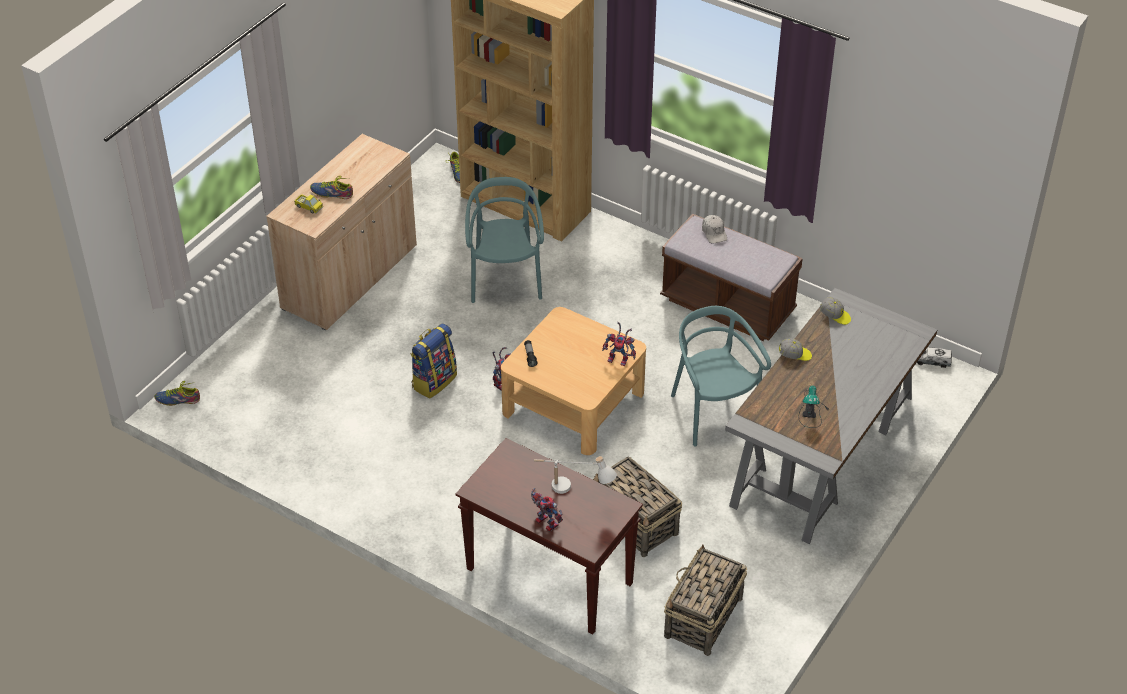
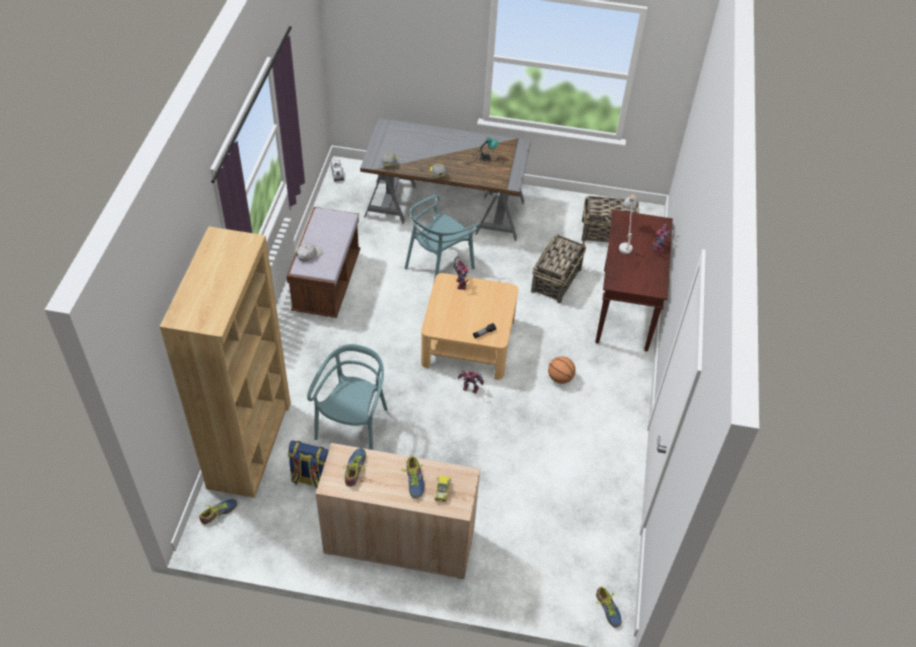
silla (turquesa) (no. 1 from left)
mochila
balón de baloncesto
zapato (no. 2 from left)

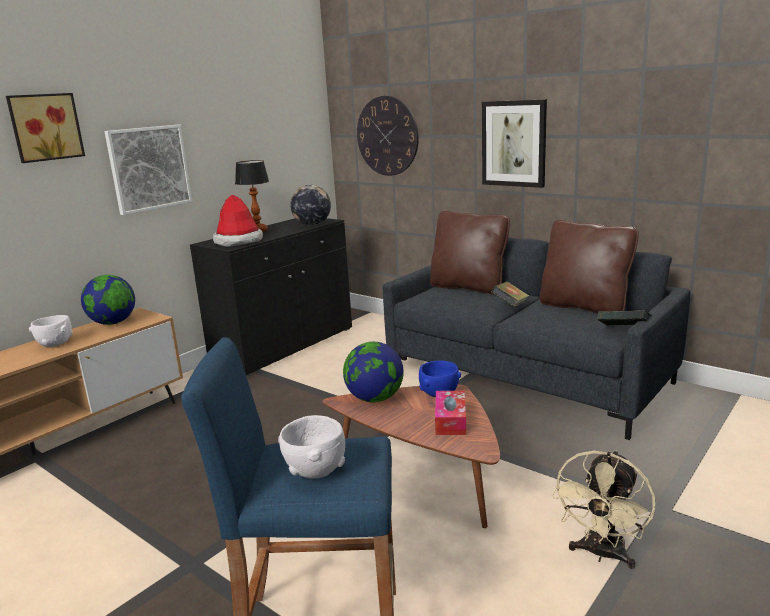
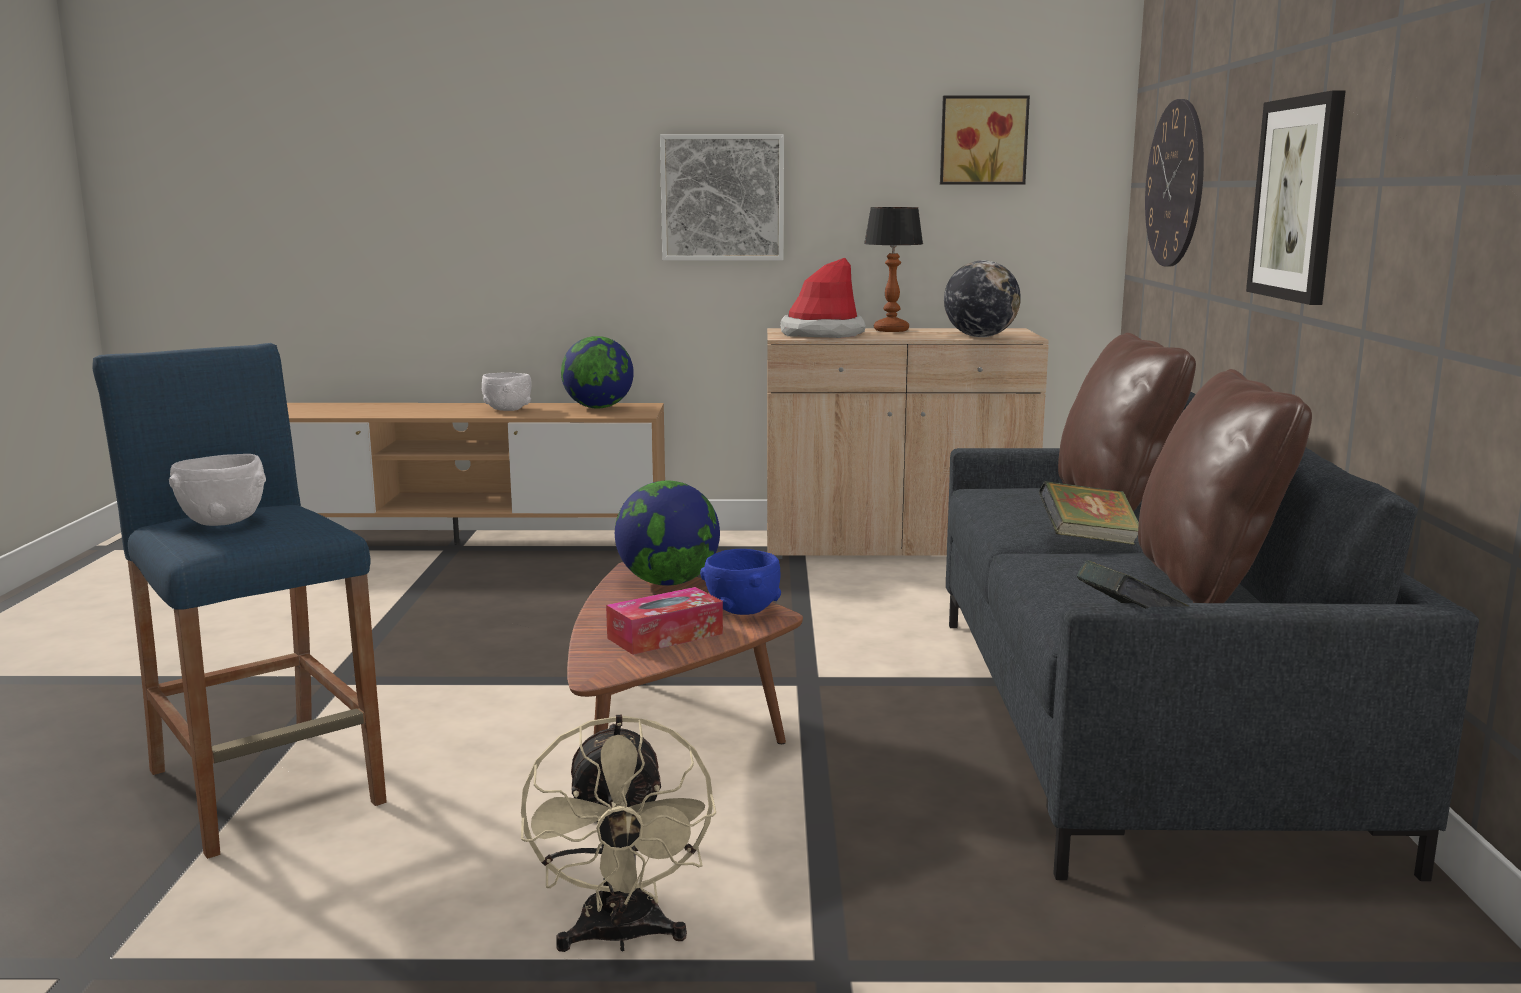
cuadro (no. 2 from left)
armario (beis)
ventilador (beis)

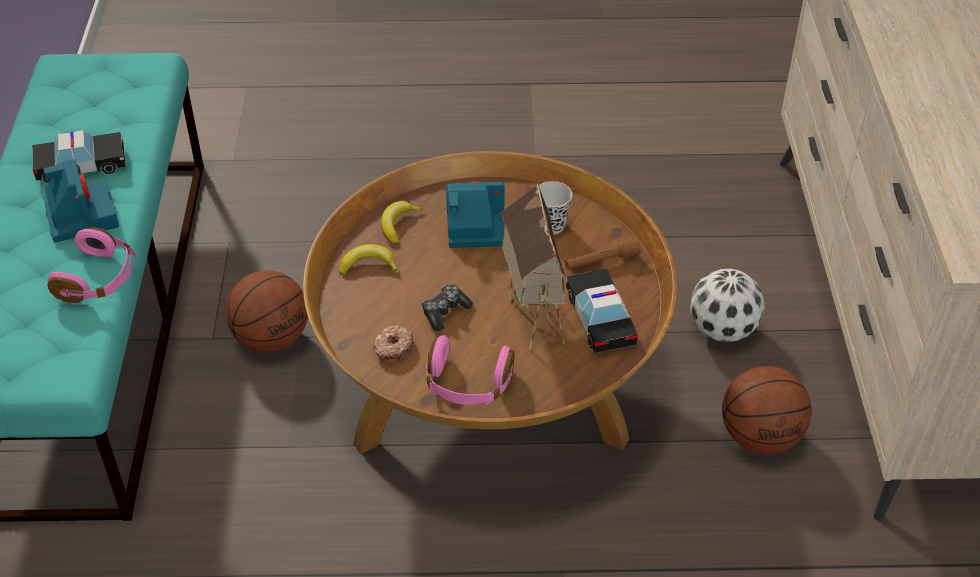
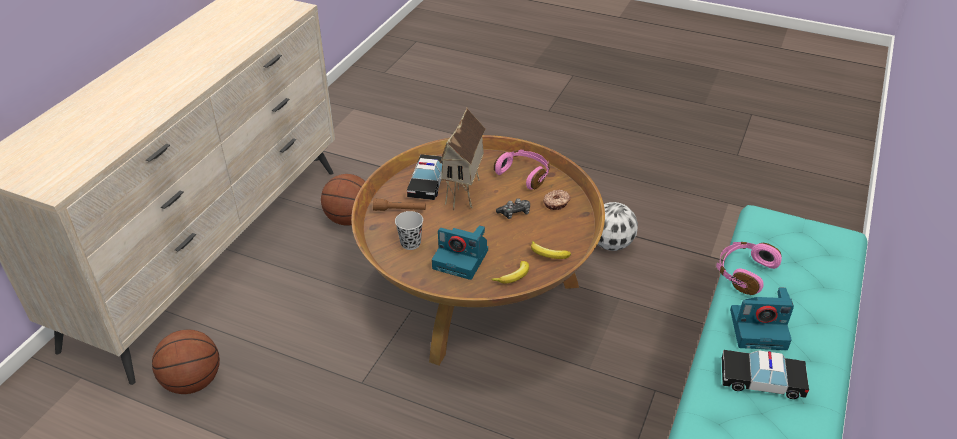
cámara (no. 2 from left)
balón de fútbol
balón de baloncesto (no. 1 from left)

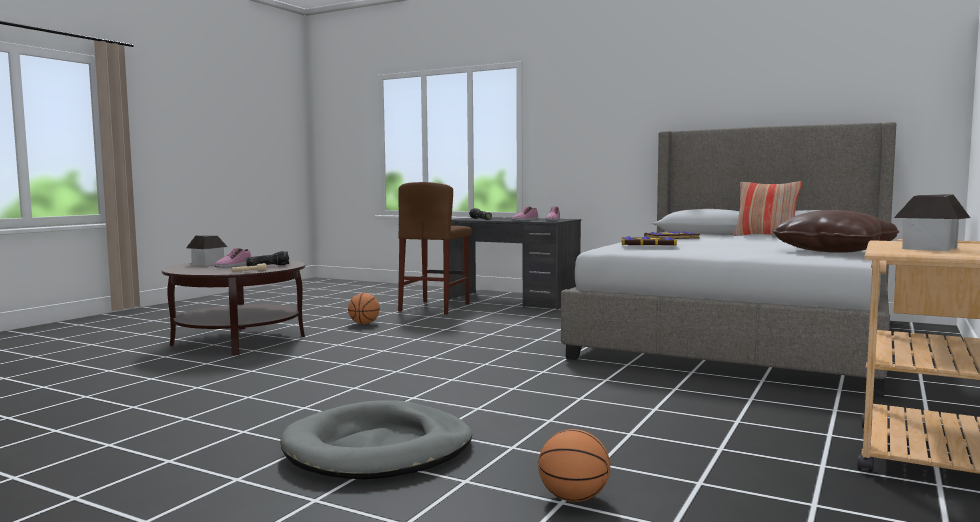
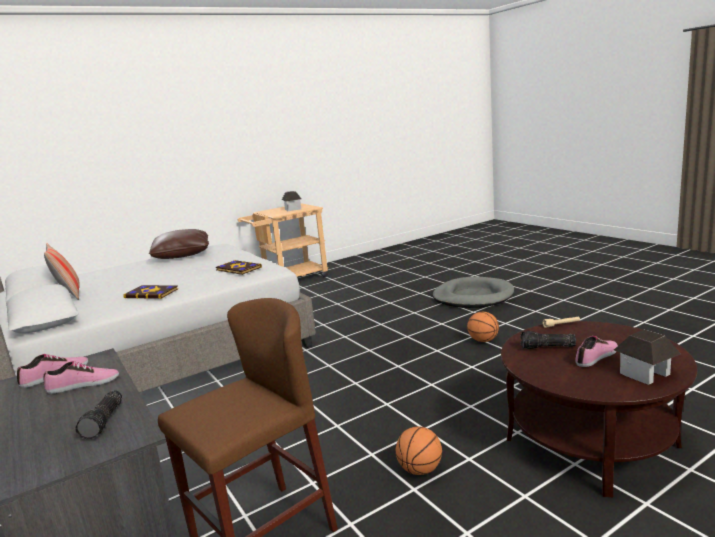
balón de baloncesto (no. 2 from left)

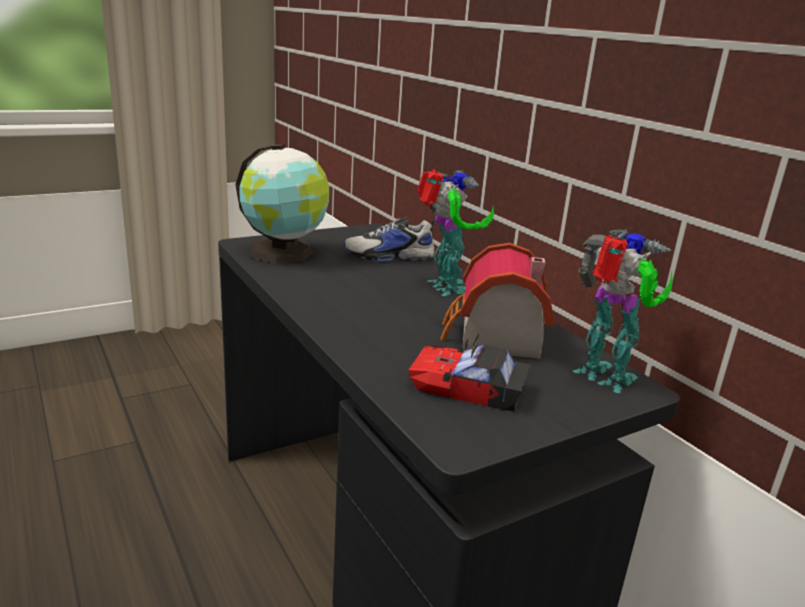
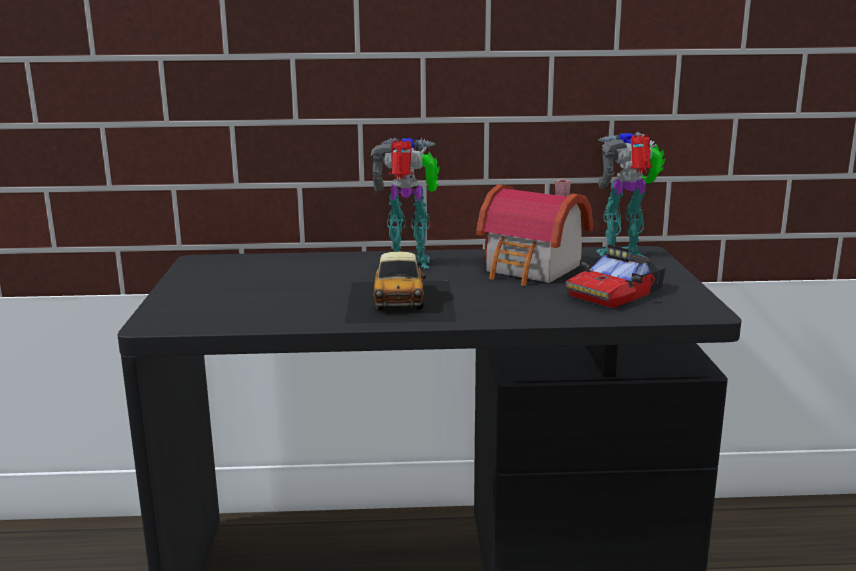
globo terráqueo
zapato
coche de juguete (no. 1 from left)

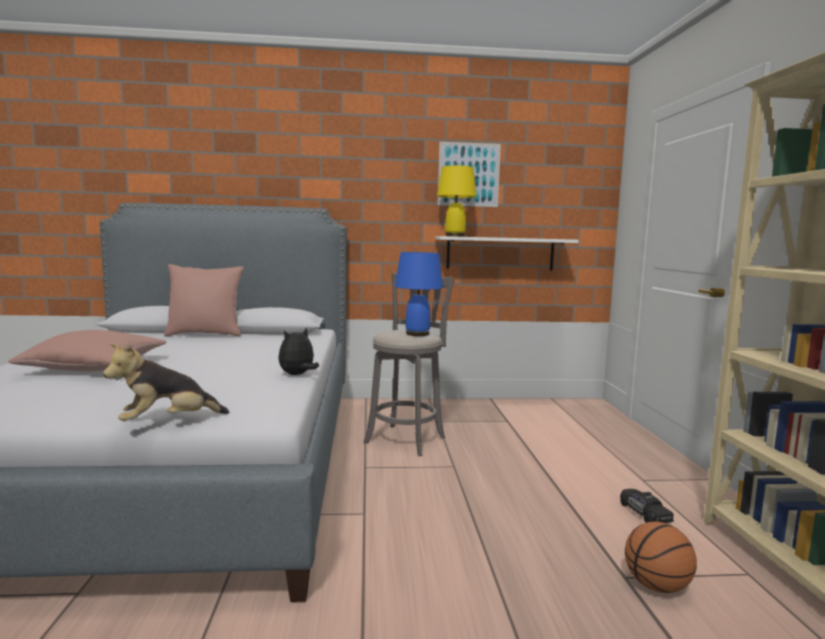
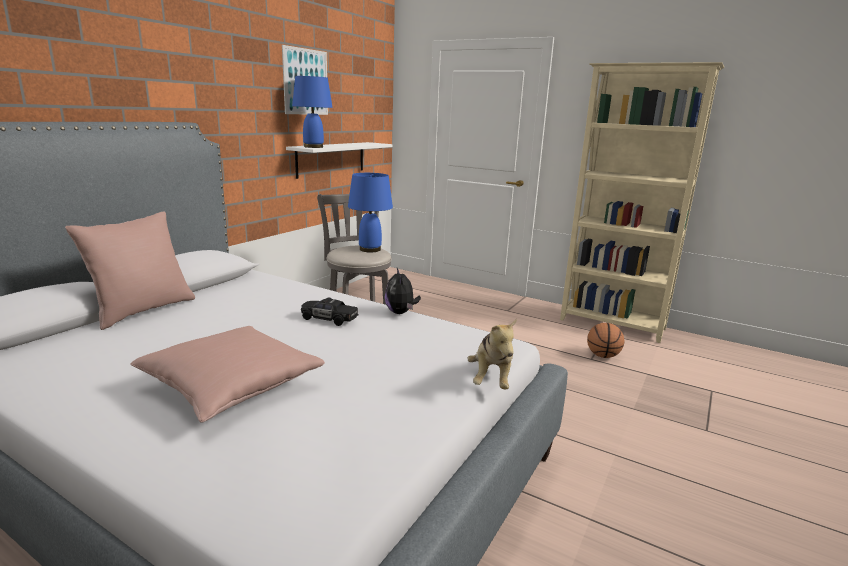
lámpara de mesa (azul) (no. 1 from left)
coche de juguete (negro)

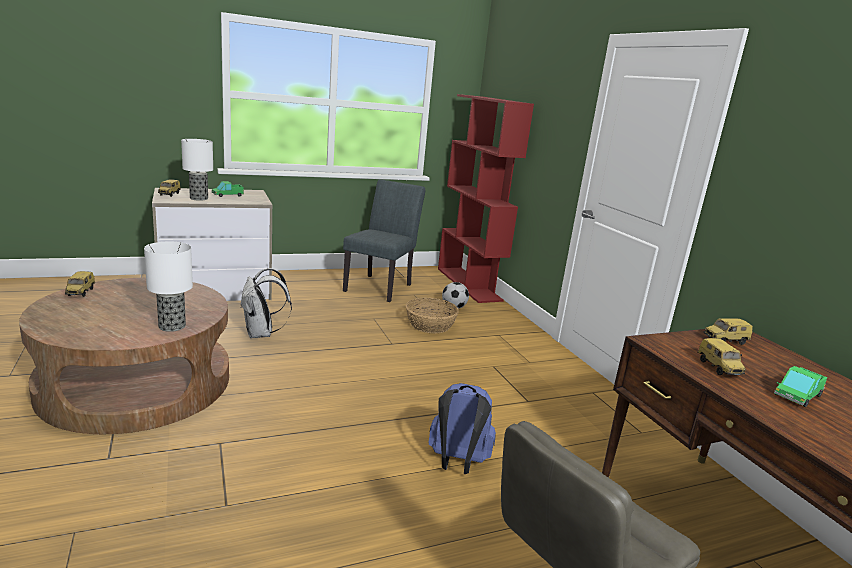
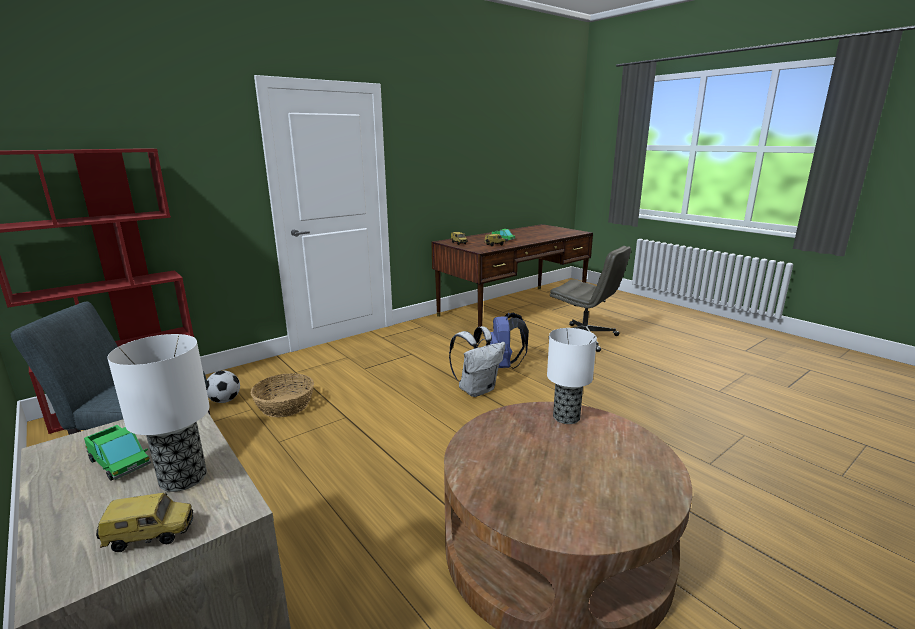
mochila (blanco)
coche de juguete (no. 1 from left in the first image)

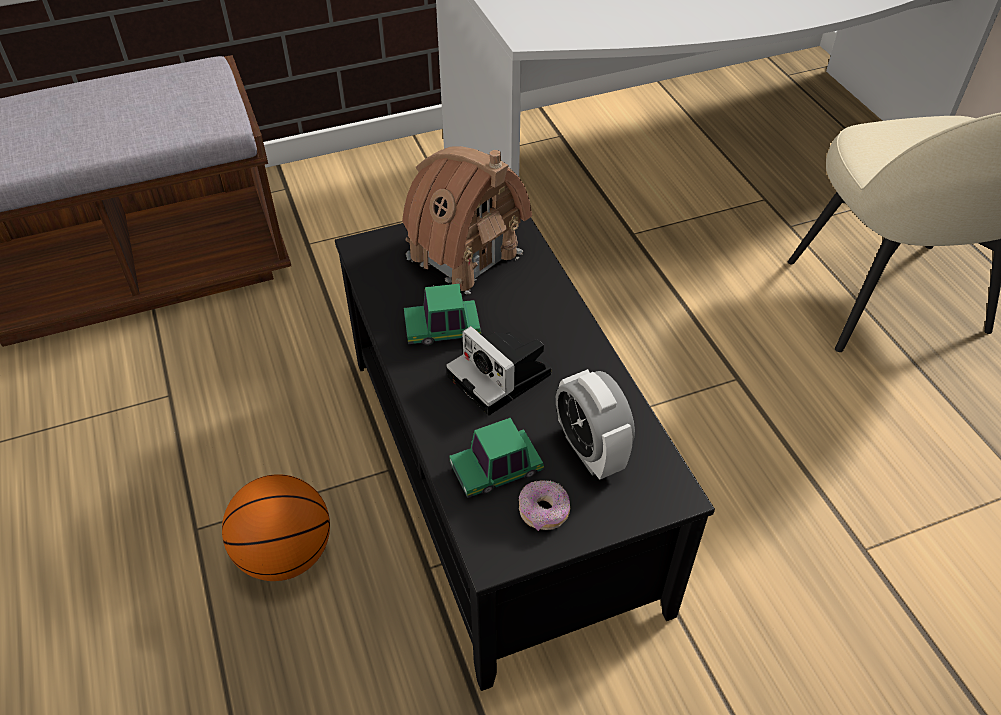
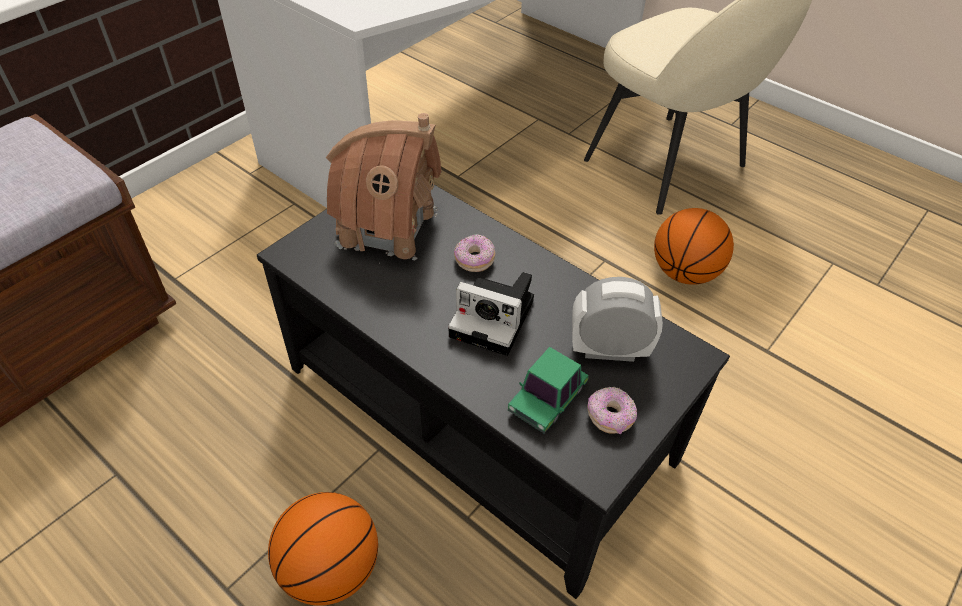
coche de juguete (no. 1 from left in the first image)
despertador
balón de baloncesto (no. 2 from left)
rosquilla (no. 1 from left)

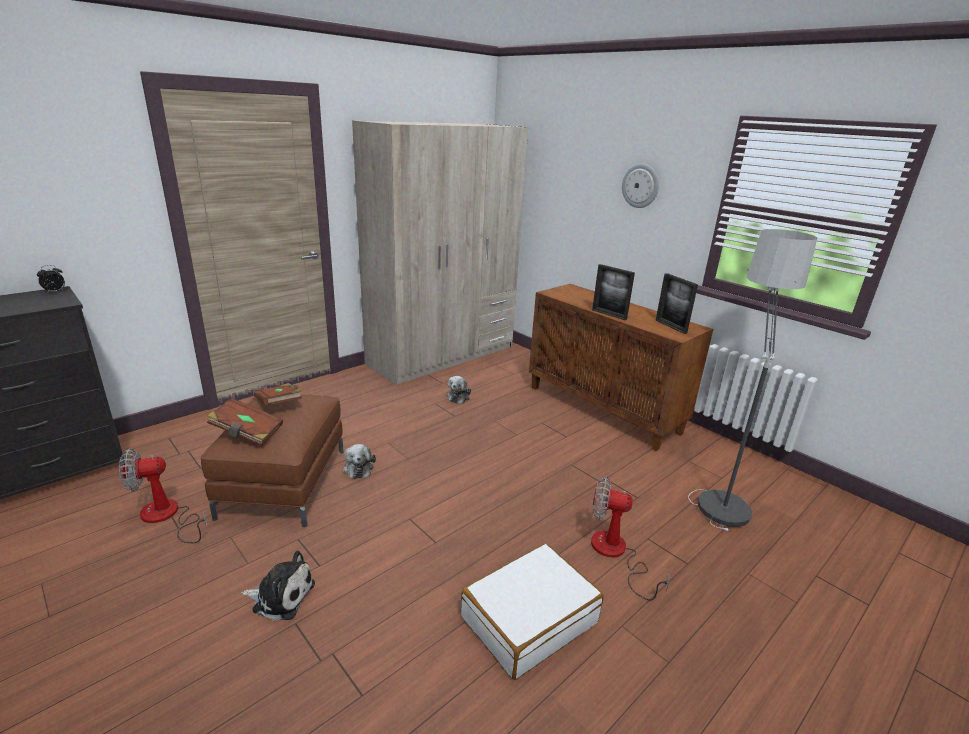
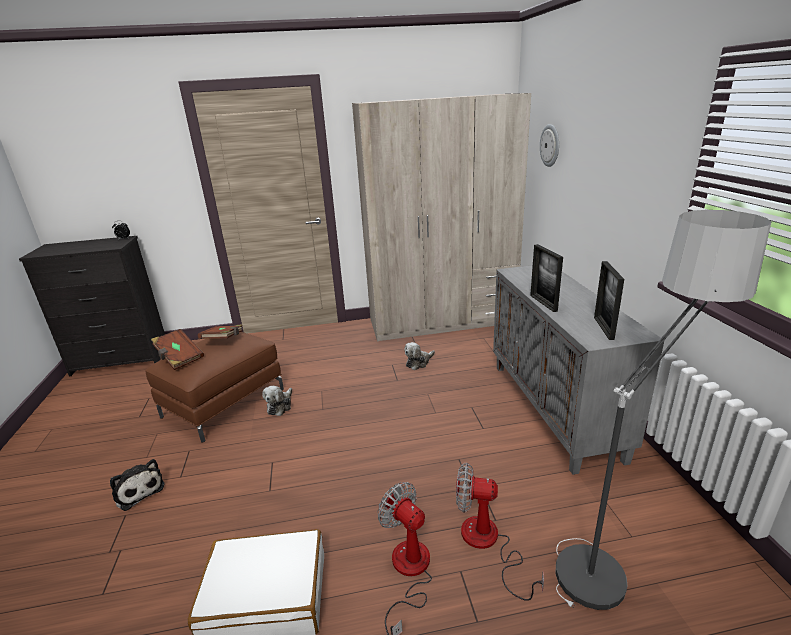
reloj de pared
armario (gris)
ventilador (no. 2 from left)

